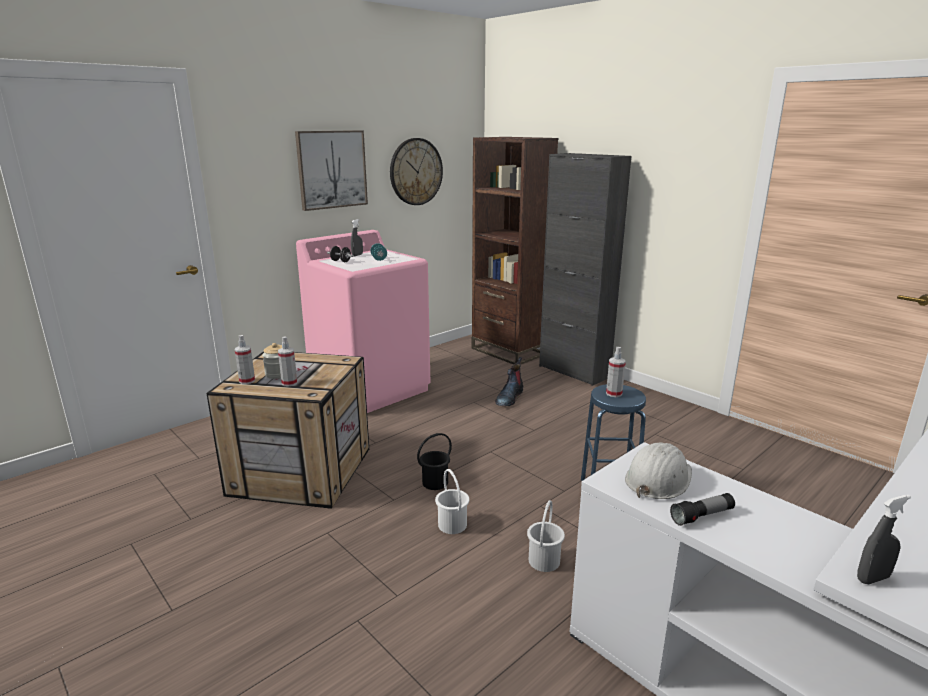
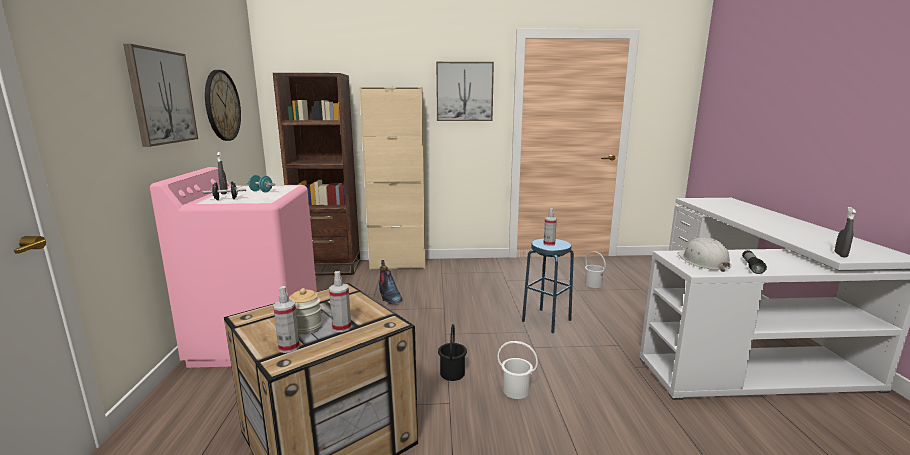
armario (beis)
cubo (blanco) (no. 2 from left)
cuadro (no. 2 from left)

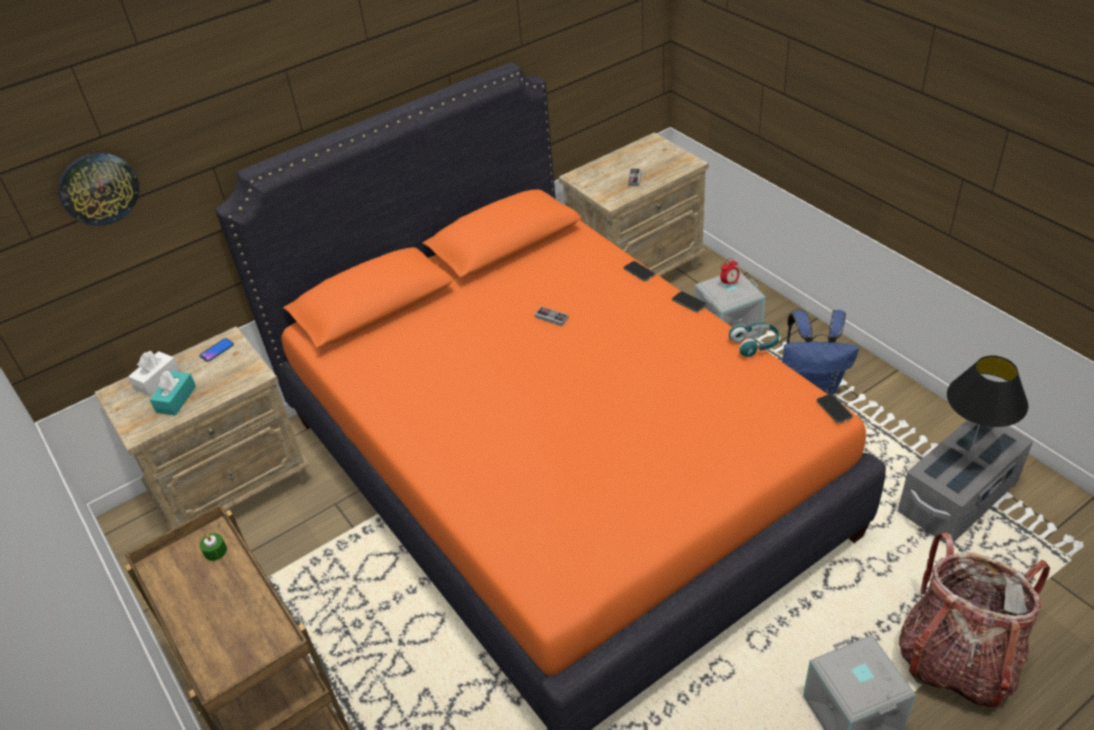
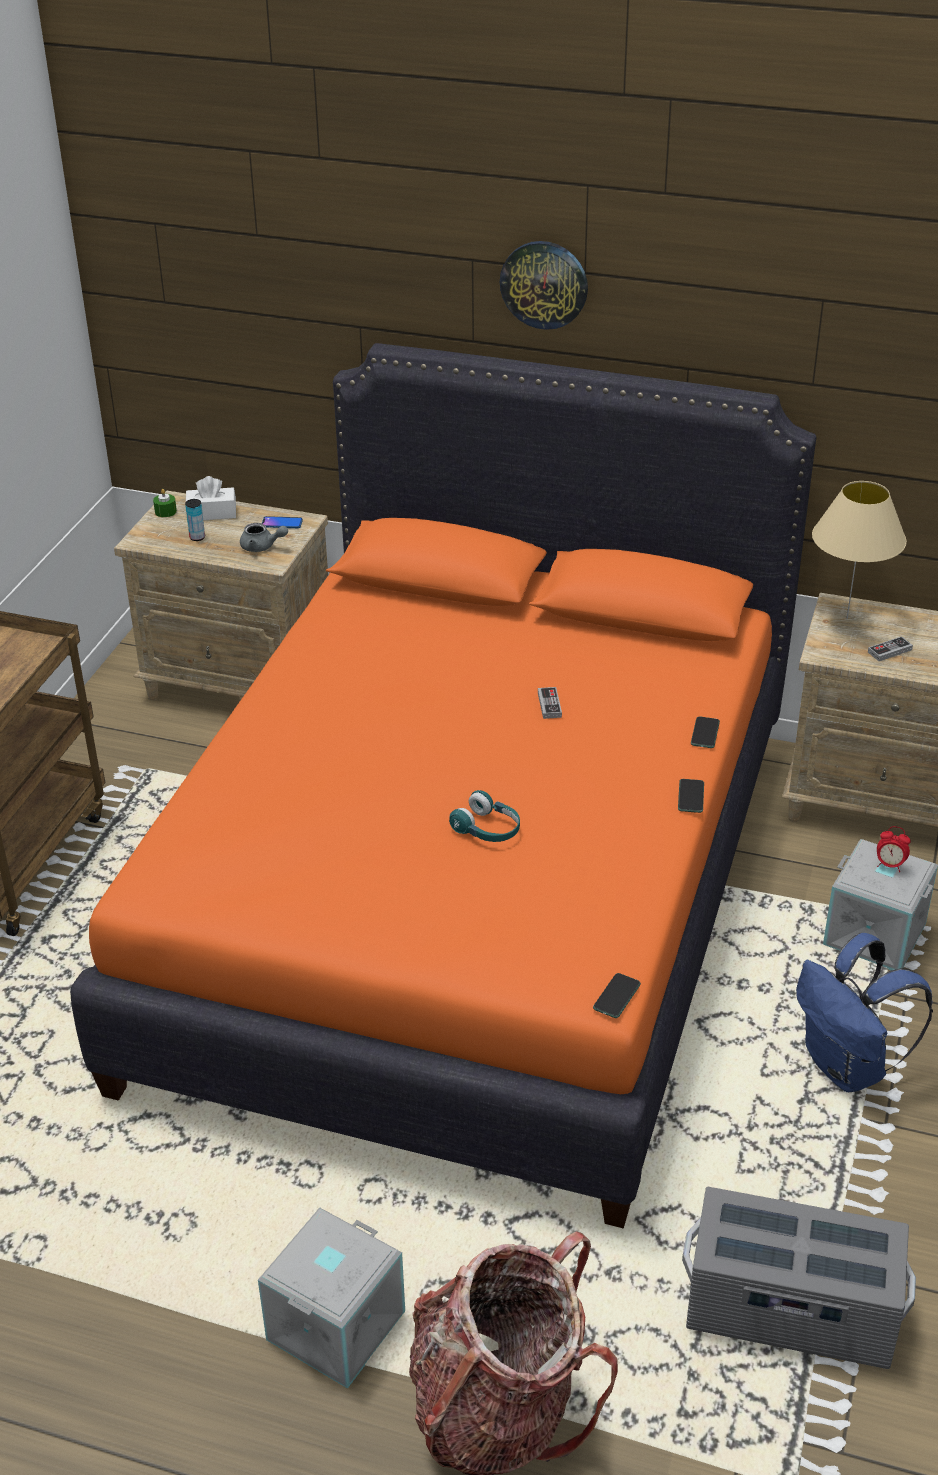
reloj de pared
auriculares (turquesa)
lámpara de mesa (negro)
lata
vela (verde)
lámpara de mesa (beis)
tetera (gris)

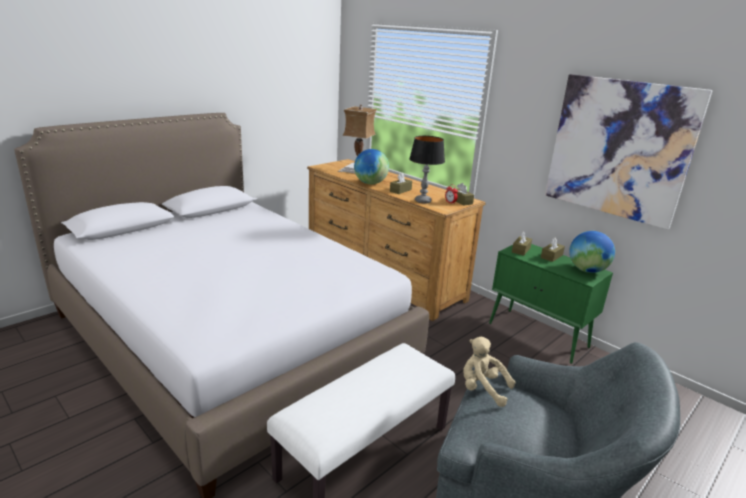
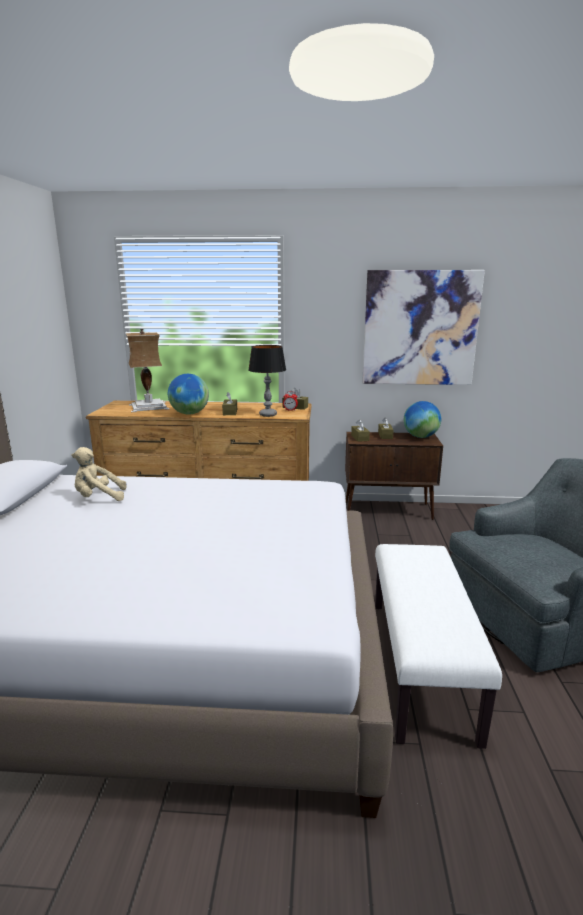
armario (marrón)
peluche (beis)

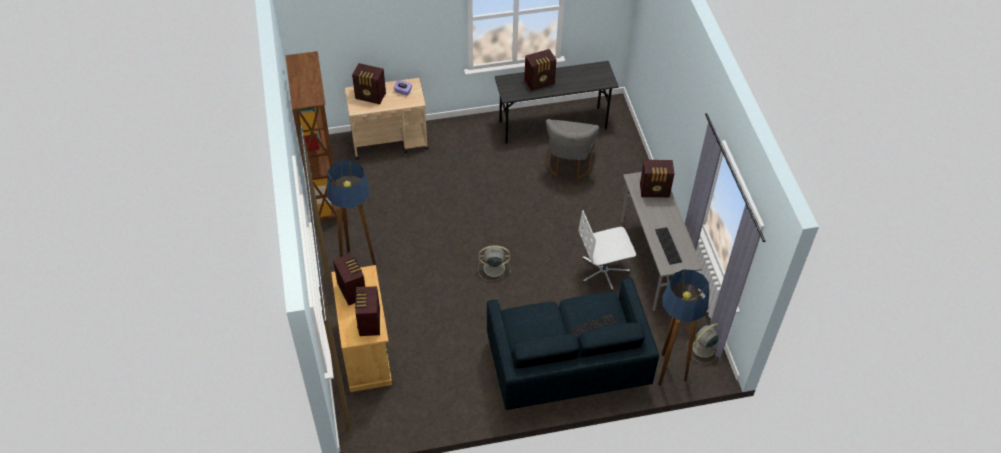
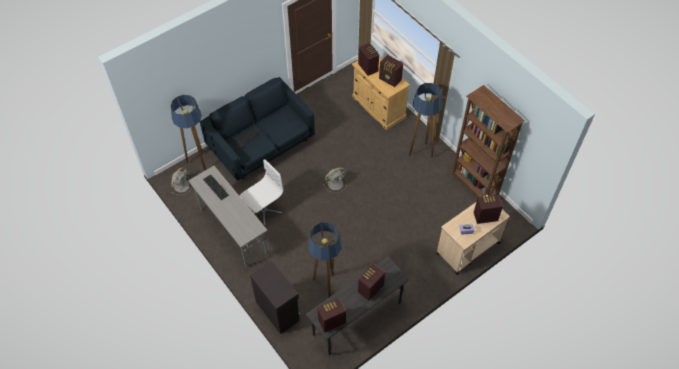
lámpara de pie (no. 2 from left)
radio (no. 1 from left)
armario (negro)

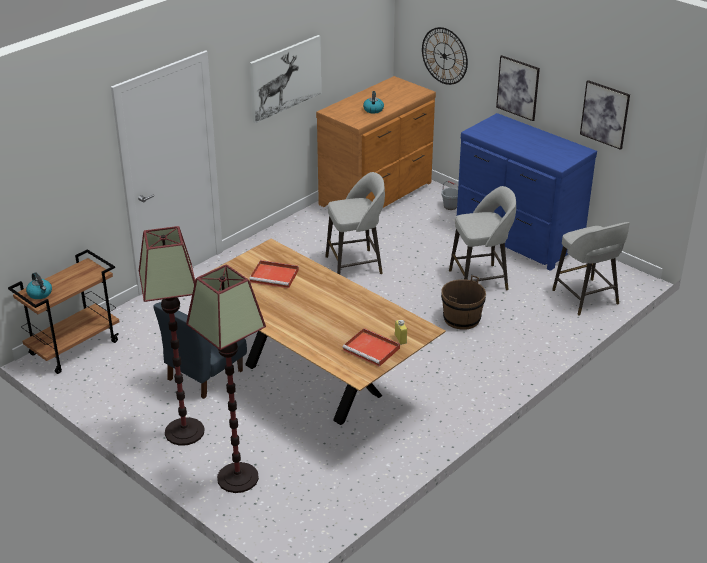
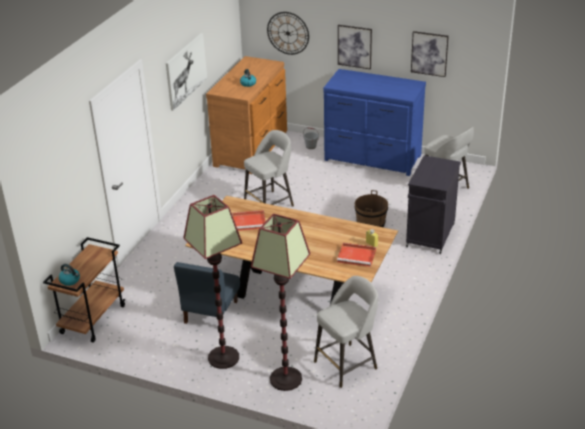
taburete (gris) (no. 2 from left)
armario (negro)

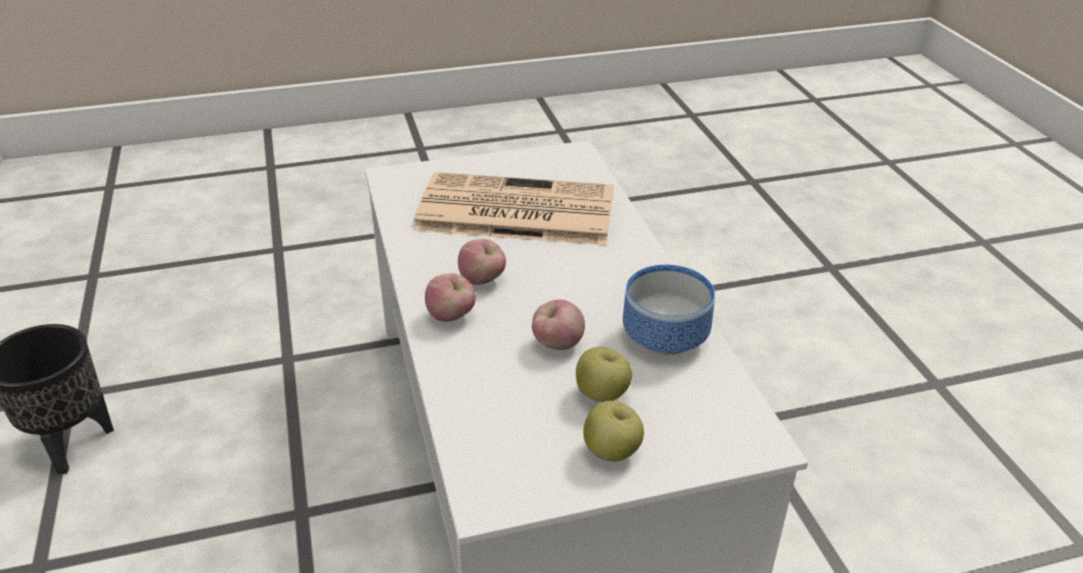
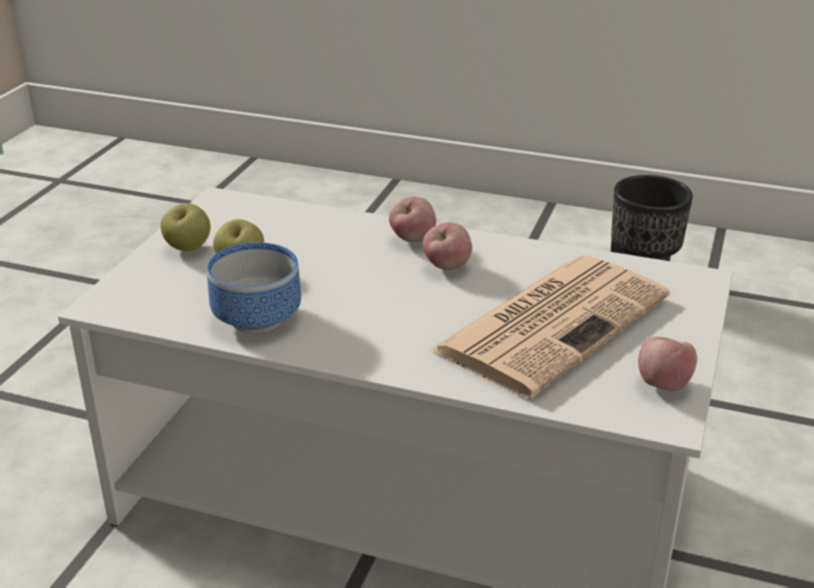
manzana (no. 5 from left)

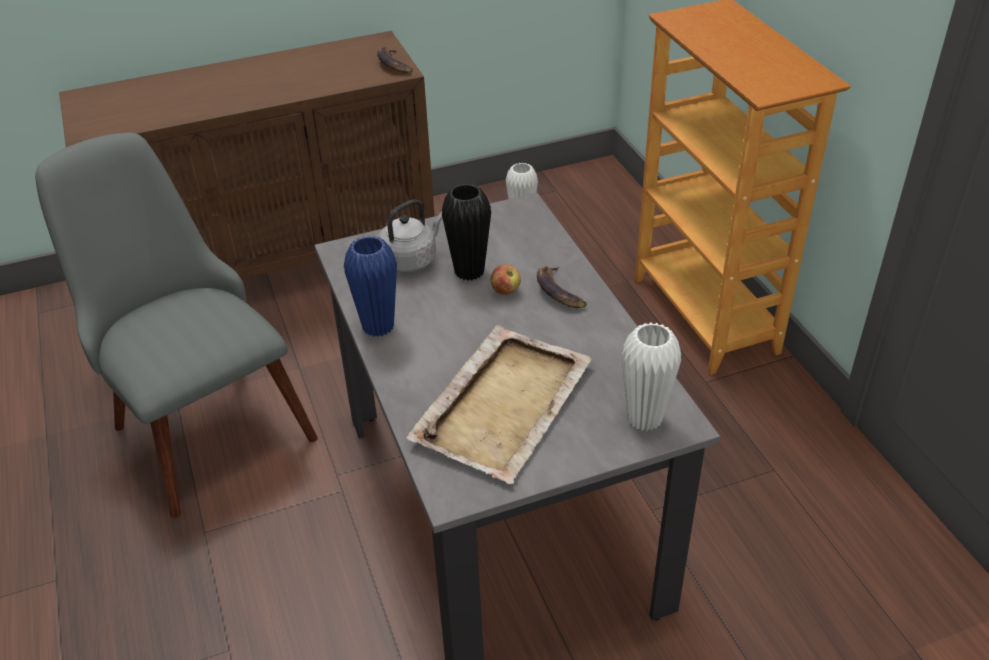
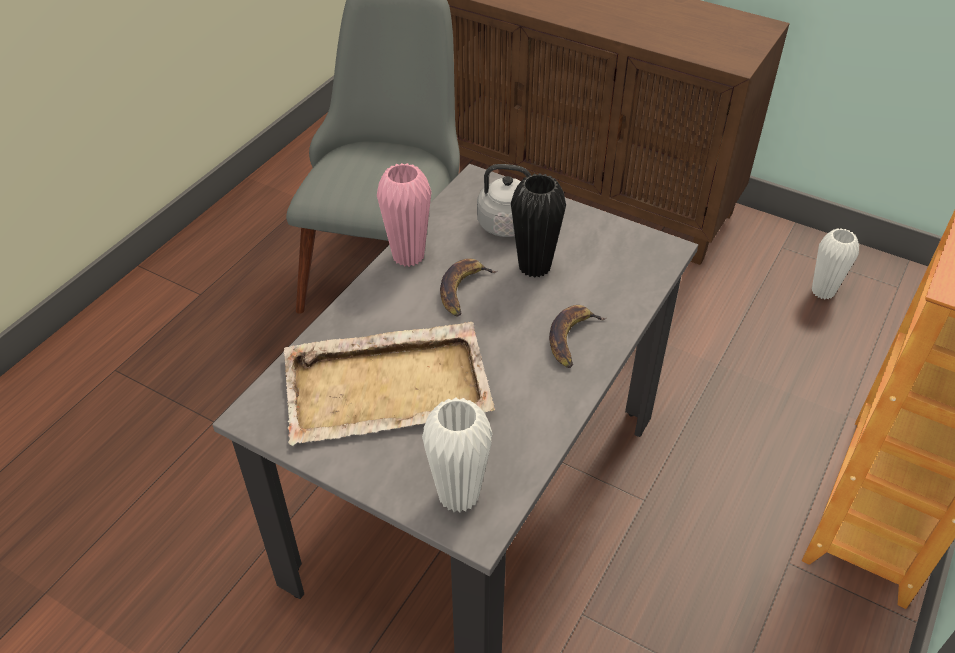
plátano (no. 1 from left)
florero (rosa)
manzana

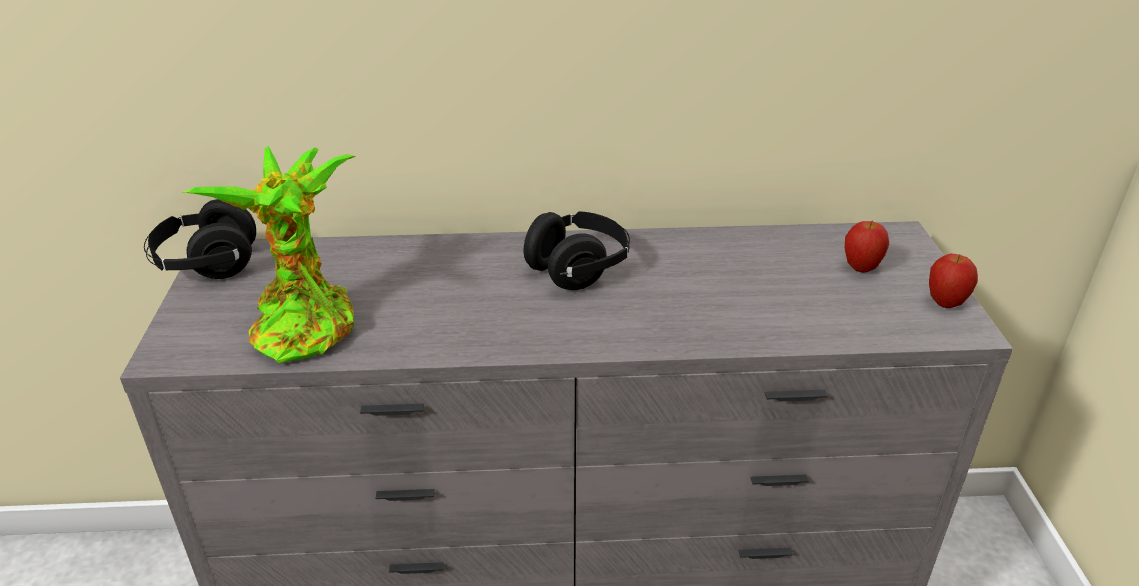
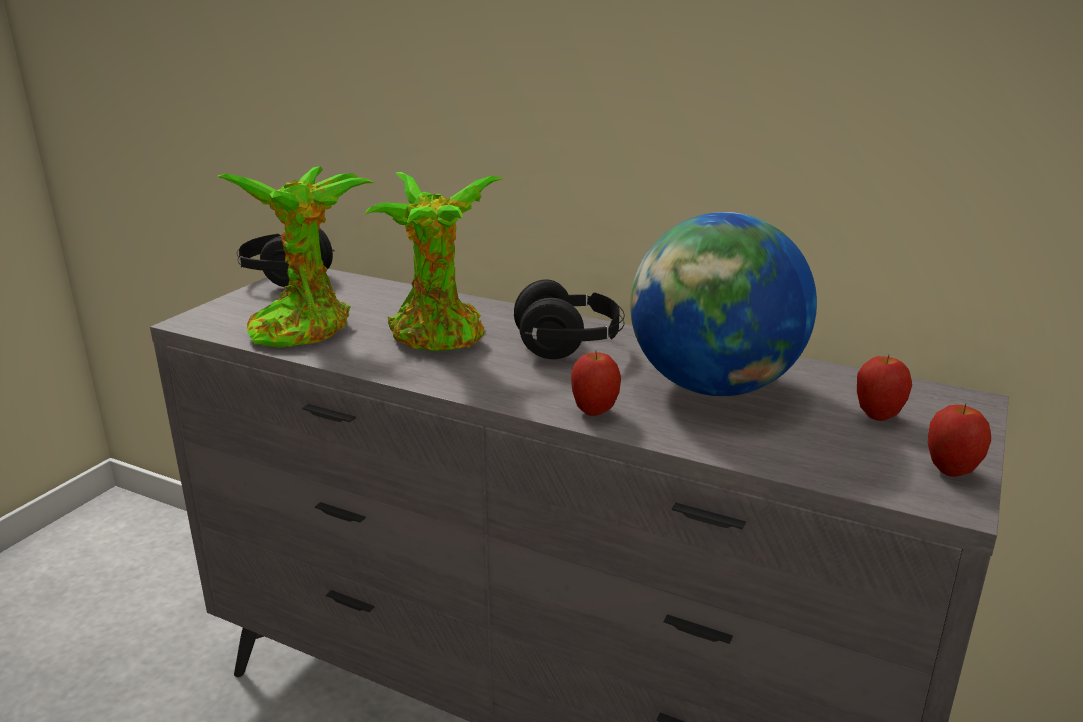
planta en maceta (no. 2 from left)
globo terráqueo
manzana (no. 1 from left)

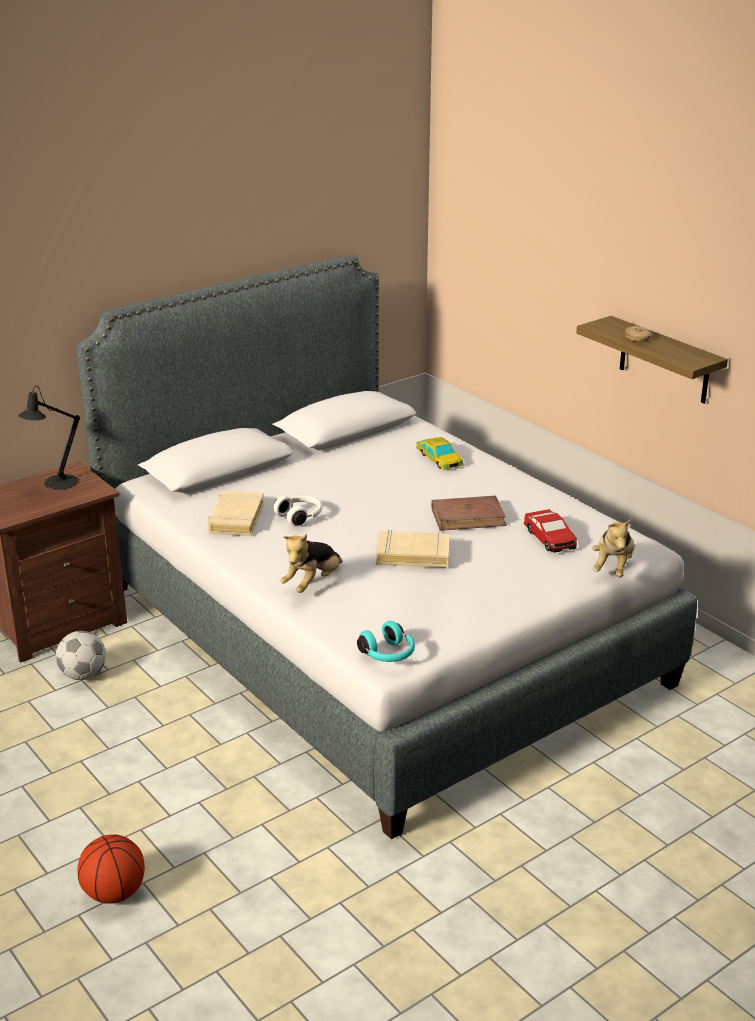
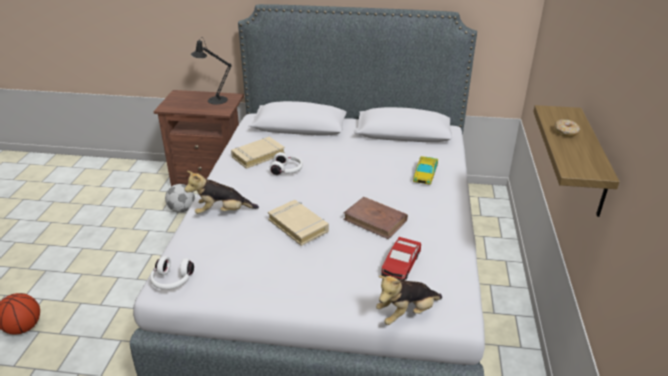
auriculares (blanco) (no. 1 from left)

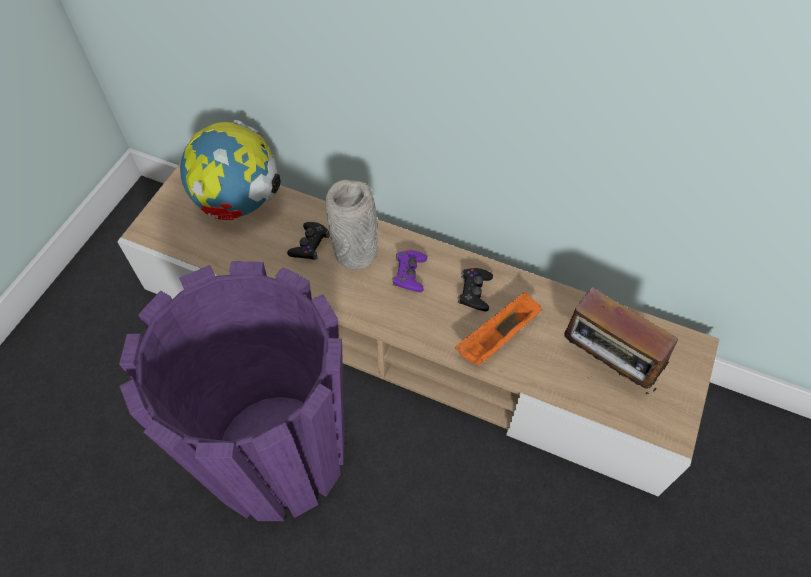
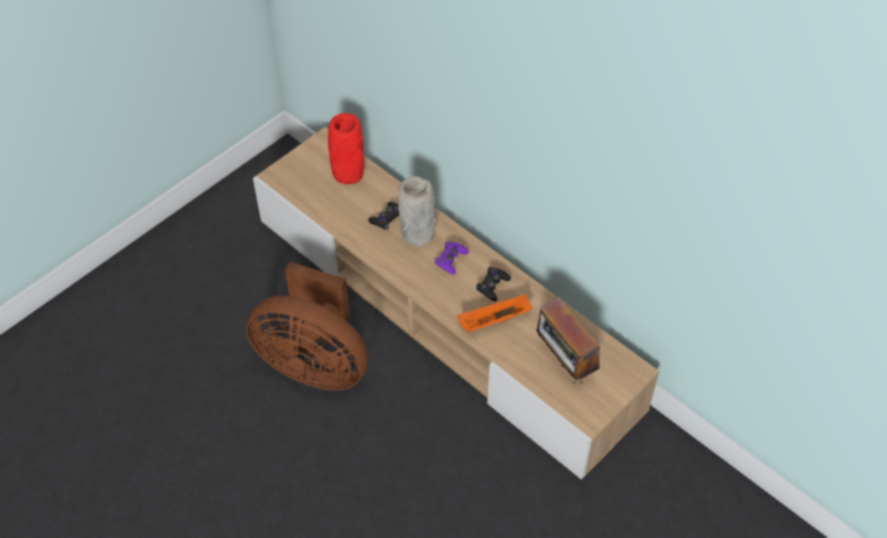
florero (rojo)
ventilador (marrón)

